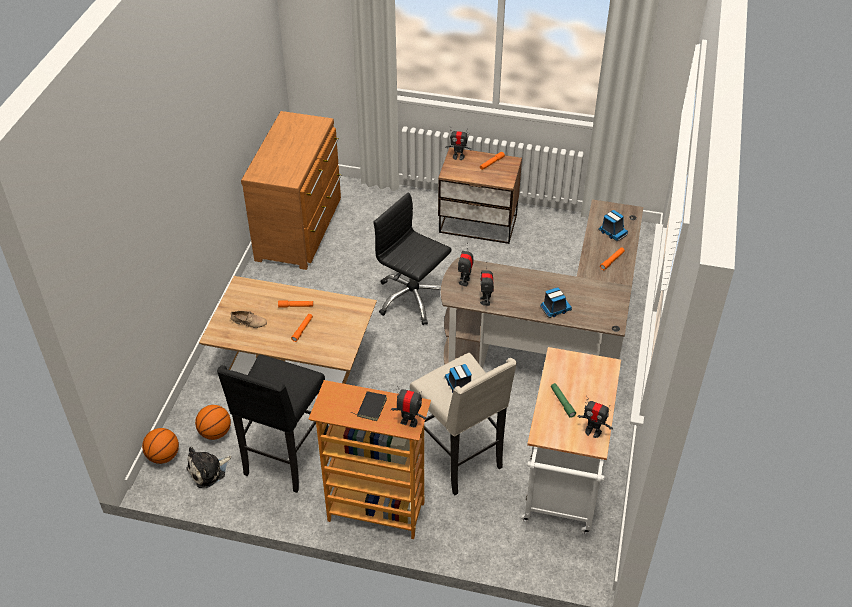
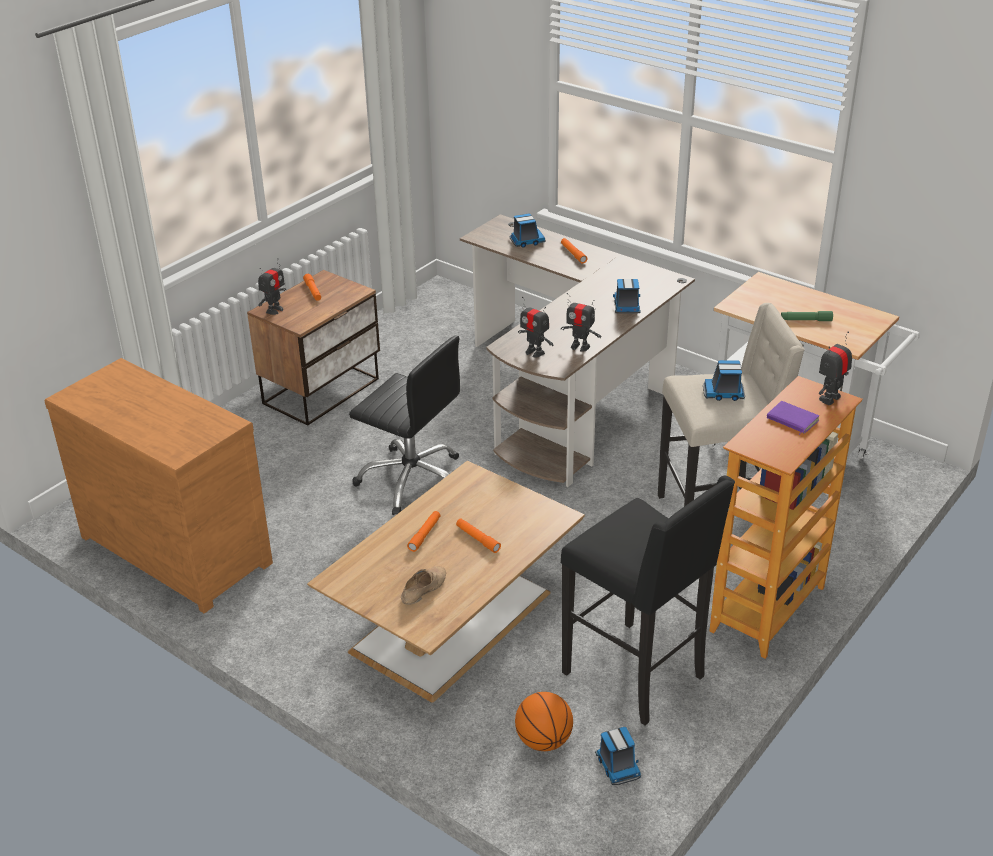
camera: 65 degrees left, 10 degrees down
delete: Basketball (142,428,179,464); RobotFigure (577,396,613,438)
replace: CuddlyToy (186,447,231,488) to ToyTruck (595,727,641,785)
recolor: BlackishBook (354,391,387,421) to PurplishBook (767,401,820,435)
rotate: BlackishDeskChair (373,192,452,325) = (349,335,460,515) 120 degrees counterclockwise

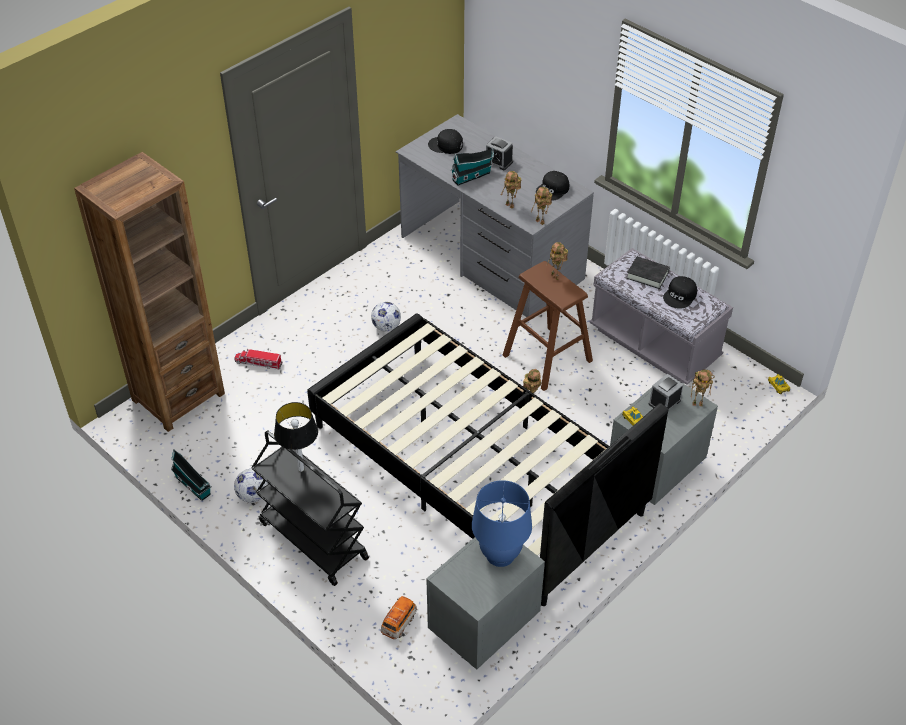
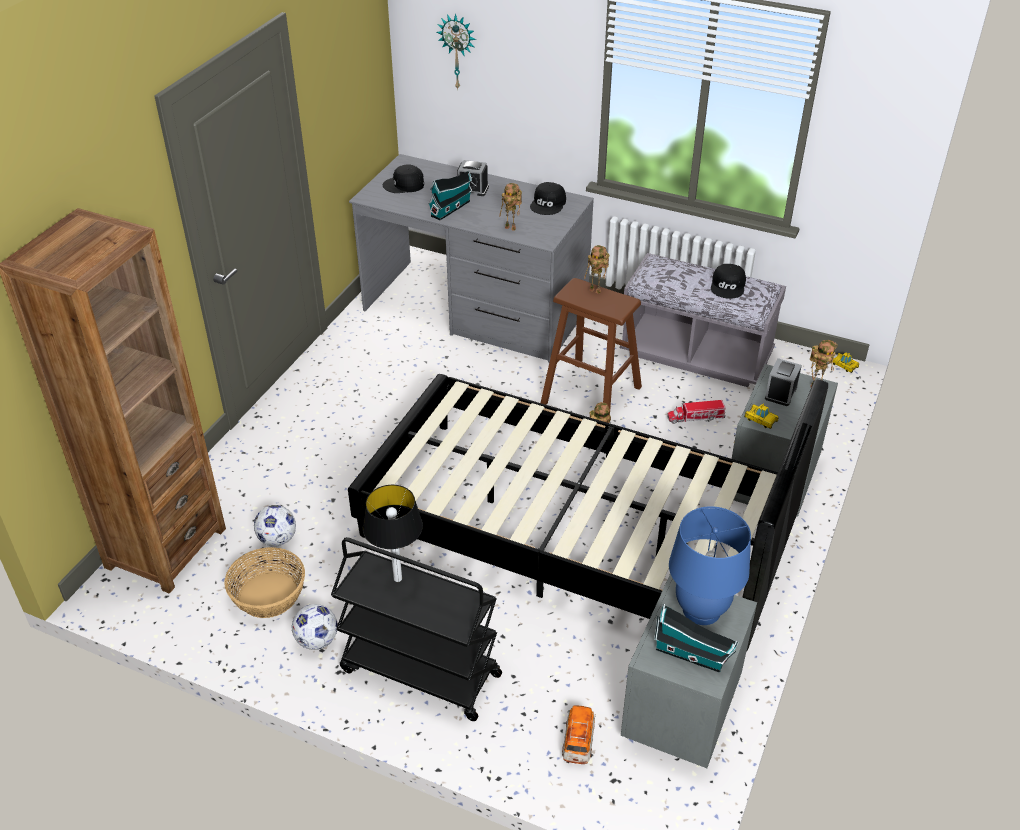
camera: 20 degrees left, 5 degrees down
delete: RobotFigure (531,187,552,225); BlackishBook (626,257,670,289)
insert: Basket (224,547,305,618); WallClock (437,14,476,90)
move: FootballBall (371,302,401,332) to (254,505,296,547); ToyHouse (171,449,212,501) to (654,604,738,673); ToyTruck (234,349,283,370) to (667,400,726,424)

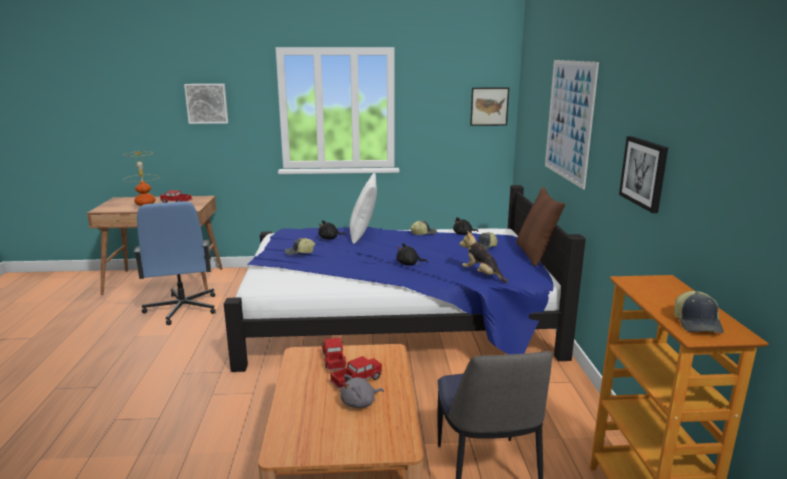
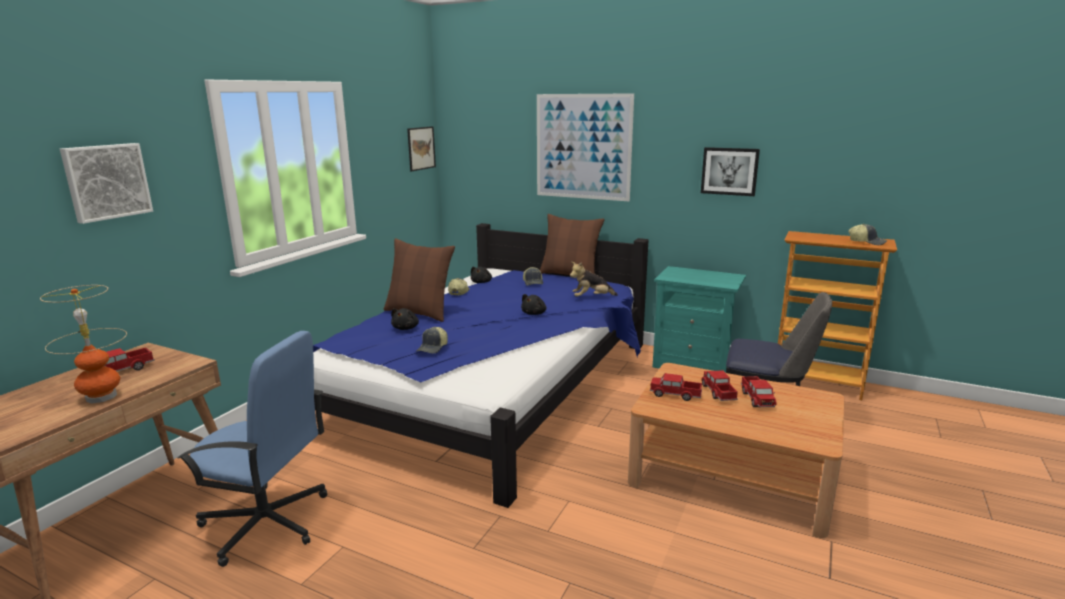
camera: 60 degrees left, 0 degrees up
insert: TurquoiseColouredBedsideTable (653,266,746,373)
replace: GrayCuddlyToy (340,374,384,408) to ToyTruck (741,376,776,407)
recolor: WhiteThrowPillow (350,173,377,244) to BrownishThrowPillow (384,238,455,322)

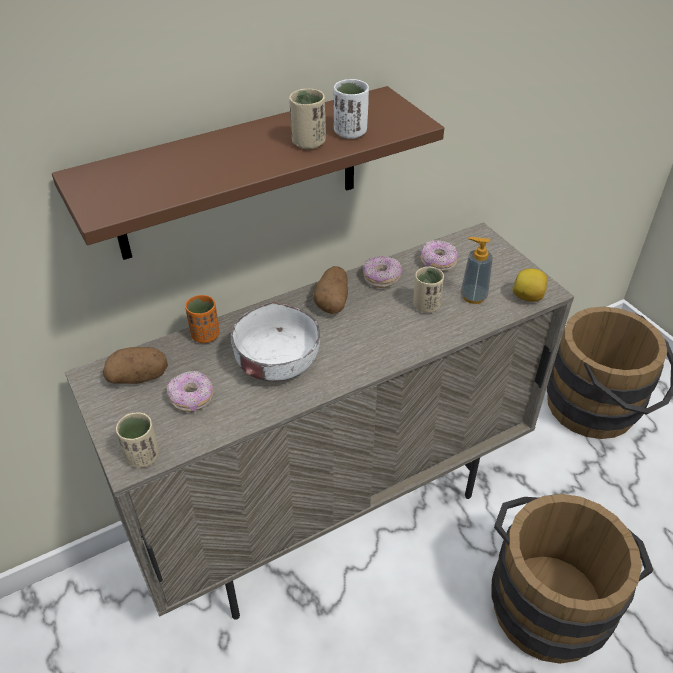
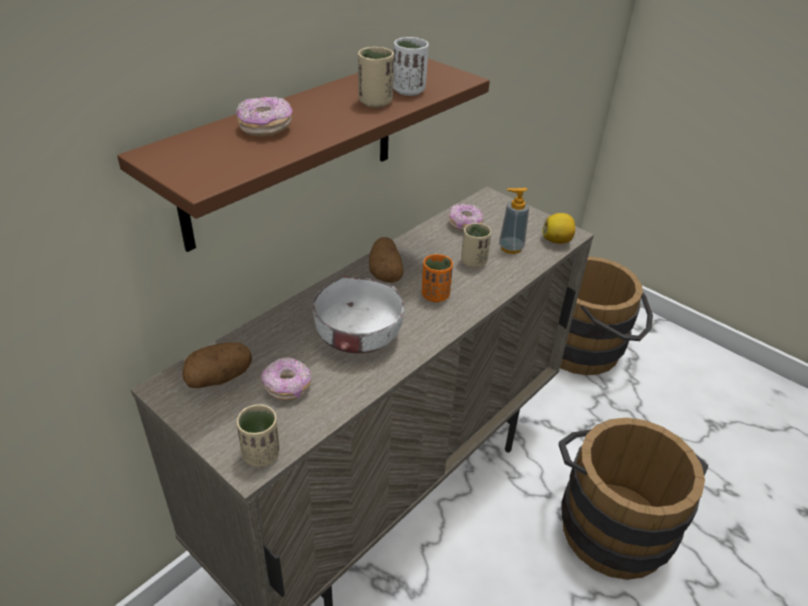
camera: 20 degrees left, 5 degrees down
move: Doughnut (363,256,402,288) to (236,97,293,137); OrangeCup (185,295,220,343) to (422,254,453,302)

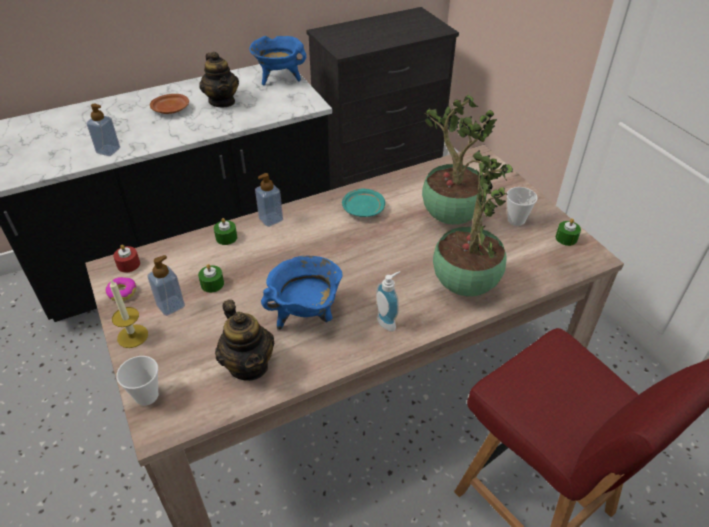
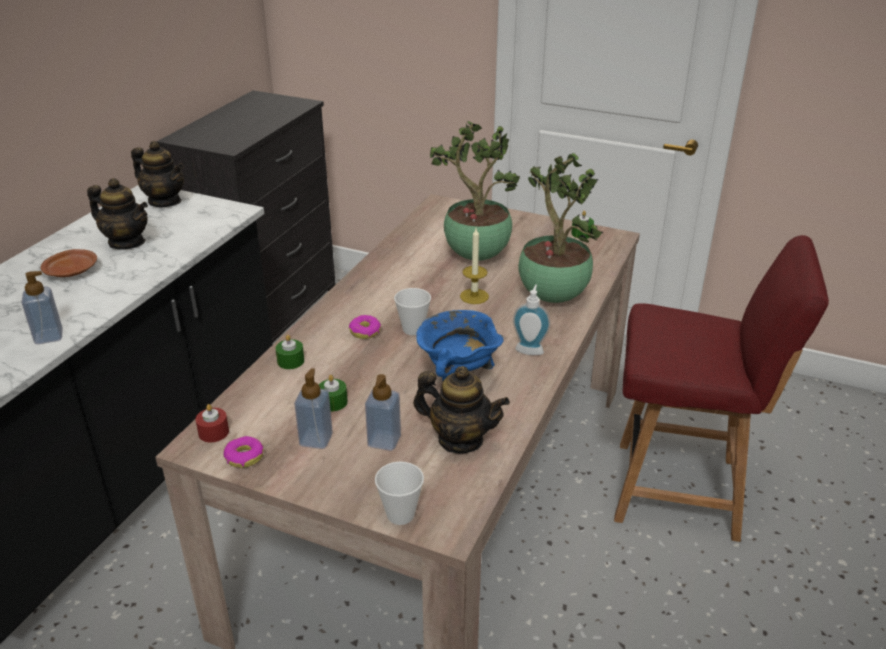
camera: 40 degrees left, 10 degrees down
delete: TurquoiseColouredPlate (342,189,385,217)
insert: Doughnut (349,315,381,339)
move: SoapBottle (255,173,283,227) to (365,374,401,451); Cup (506,187,538,226) to (394,288,431,335); WaxCandle (110,280,148,348) to (460,228,489,304)
replace: BluishSaucepot (249,36,306,85) to Teapot (131,141,184,207)

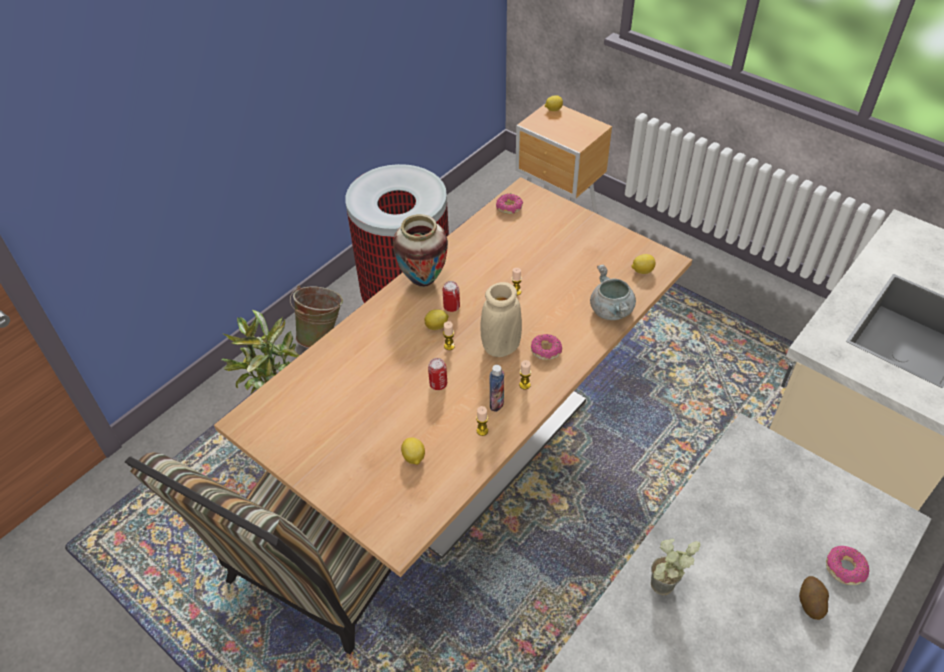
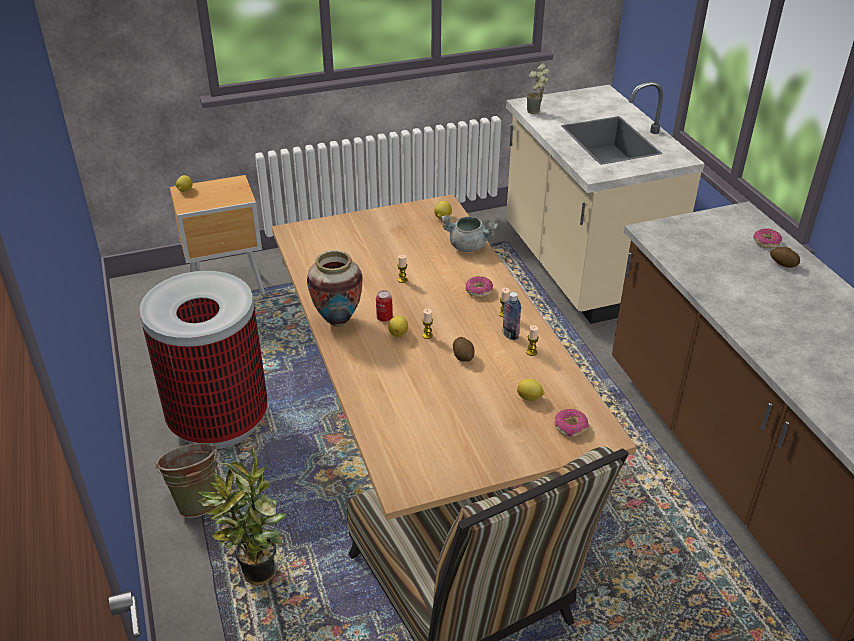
camera: 60 degrees left, 10 degrees down
delete: BeigeColouredDecorativeVase (480,282,522,357)
move: PottedPlant (651,539,701,595) to (526,63,549,114); Doughnut (496,193,523,214) to (555,409,589,437)
replace: Can (428,358,447,390) to WholePotato (453,337,475,362)

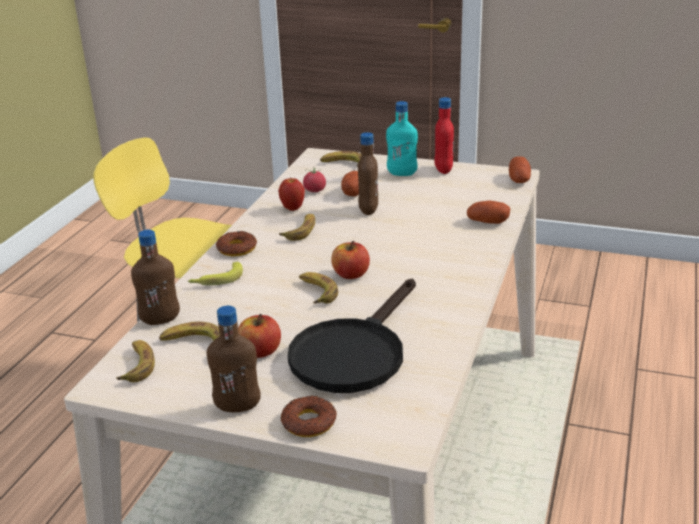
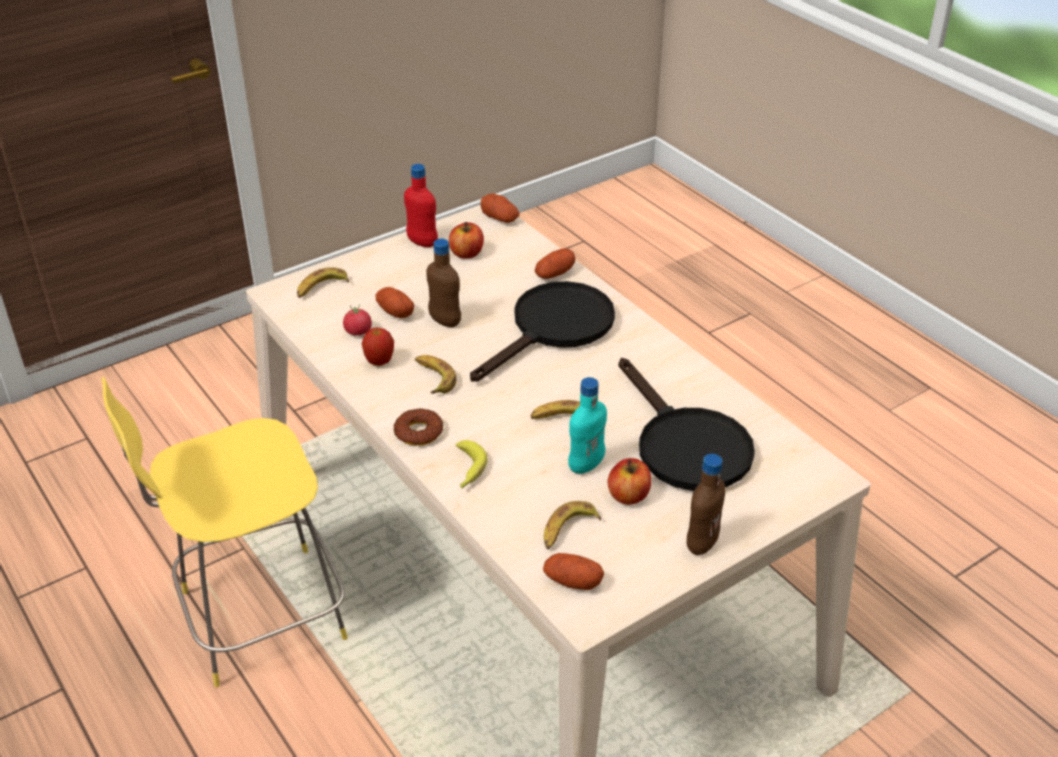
camera: 55 degrees left, 10 degrees up
delete: BrownishBeverageBottle (131,230,180,325); Doughnut (280,396,337,437)
insert: BlackishSkillet (470,281,615,381)
move: AppleFruit (331,241,370,279) to (449,222,484,259); TurquoiseColouredBeverageBottle (386,101,418,176) to (568,377,607,474)
replace: WholeBanana (116,340,155,382) to WholePotato (543,553,604,590)

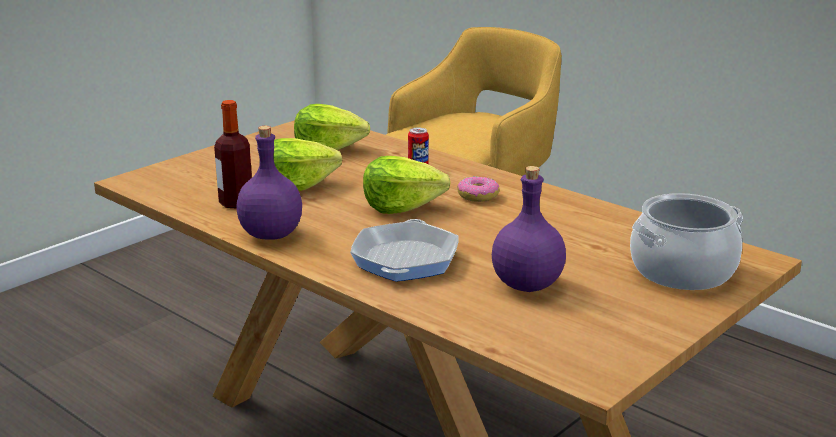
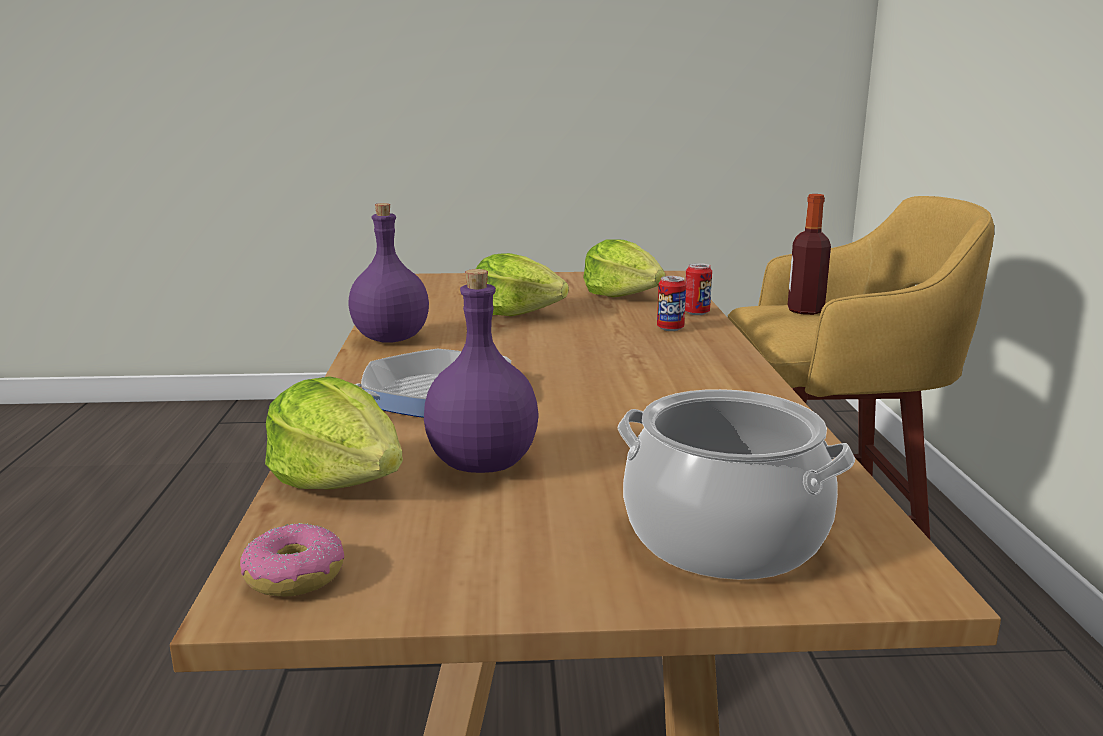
camera: 45 degrees right, 5 degrees down
insert: Can (685,263,712,315)
move: Doughnut (457,176,499,202) to (240,523,344,597); HeadOfLettuce (363,156,451,214) to (265,376,403,489); BeverageBottle (214,100,252,208) to (788,194,831,315)

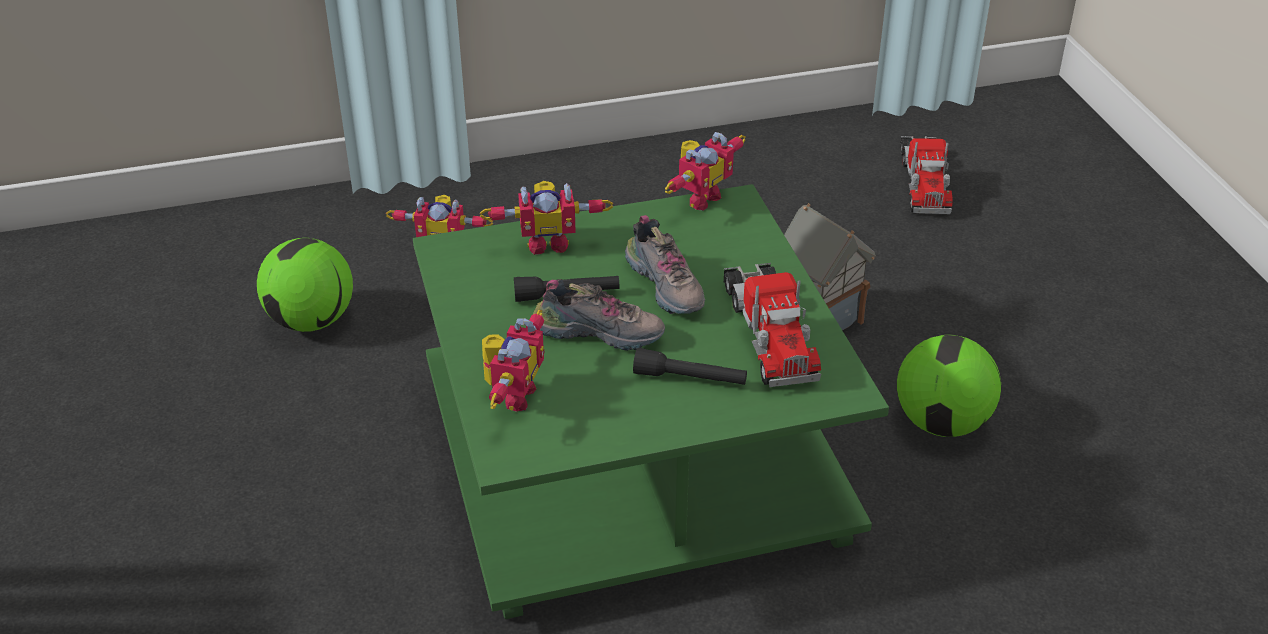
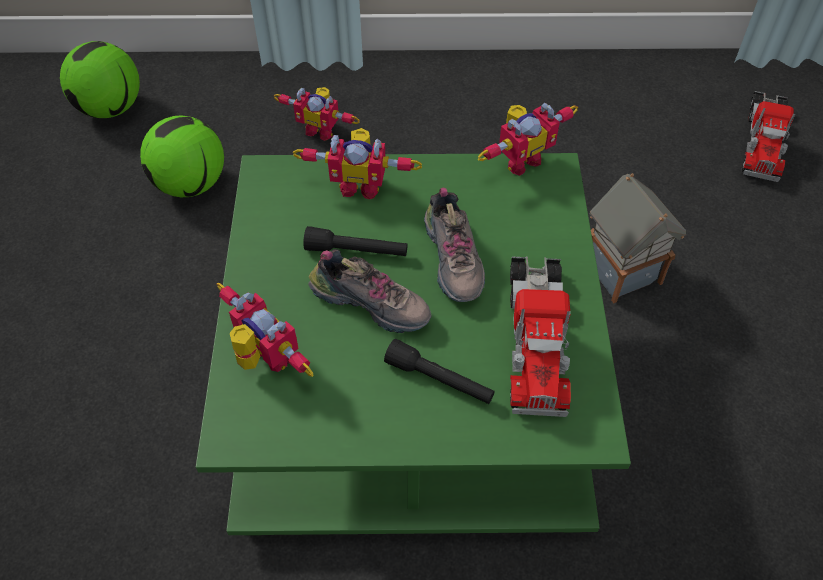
camera: 15 degrees right, 15 degrees up
move: FootballBall (897,335,1001,437) to (60,41,140,118)
rotate: RobotFigure (482,310,544,412) = (217,283,314,377) 75 degrees counterclockwise

